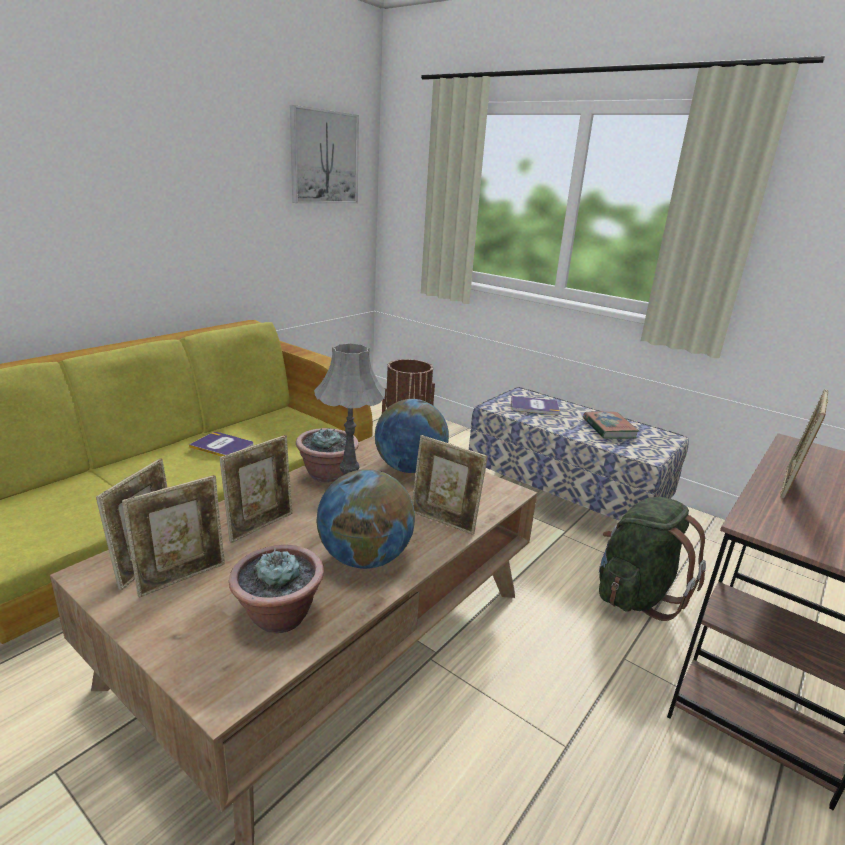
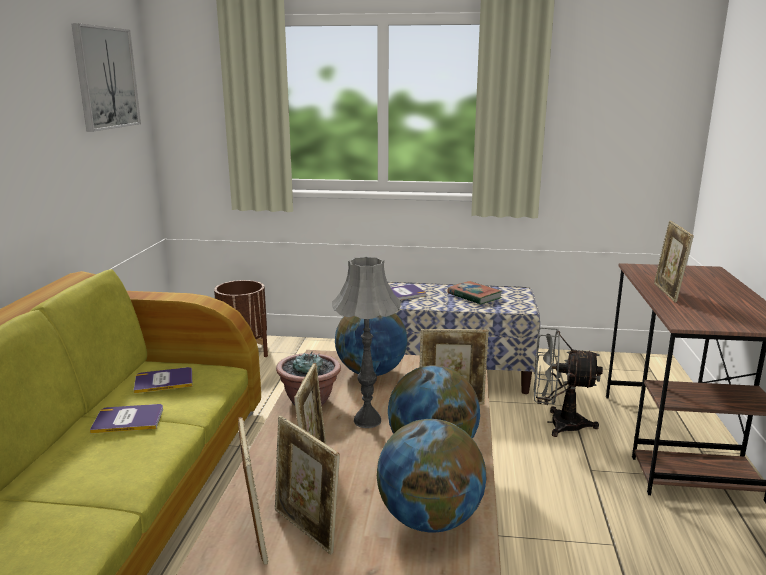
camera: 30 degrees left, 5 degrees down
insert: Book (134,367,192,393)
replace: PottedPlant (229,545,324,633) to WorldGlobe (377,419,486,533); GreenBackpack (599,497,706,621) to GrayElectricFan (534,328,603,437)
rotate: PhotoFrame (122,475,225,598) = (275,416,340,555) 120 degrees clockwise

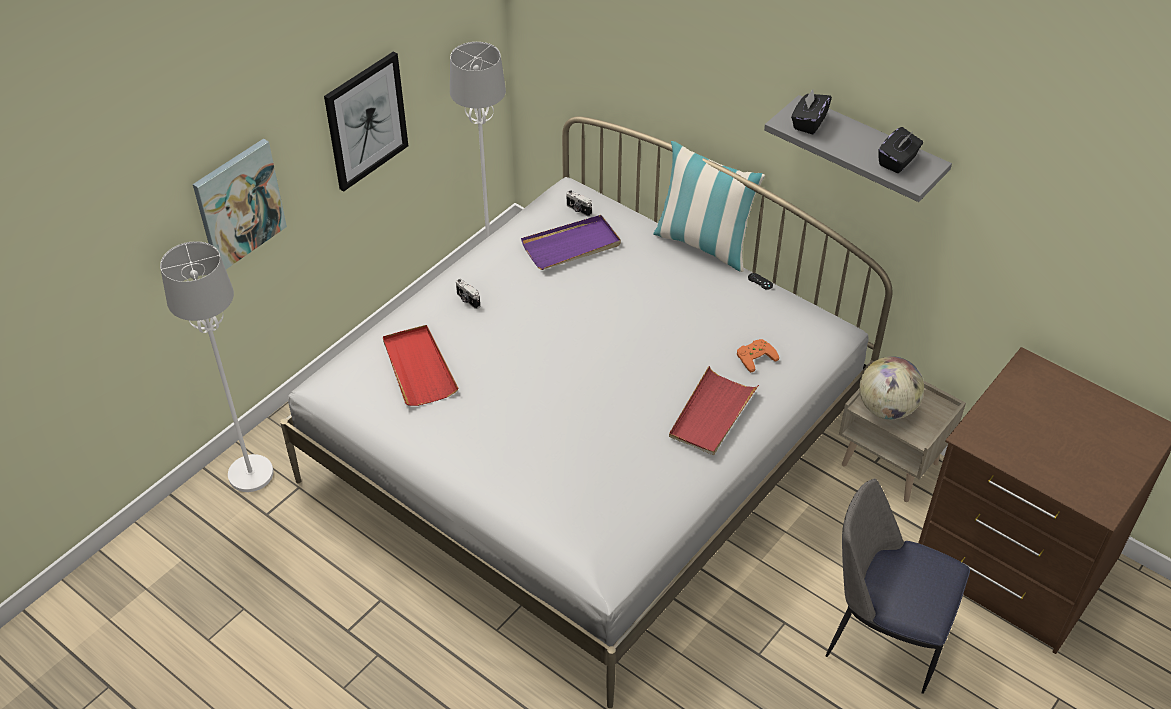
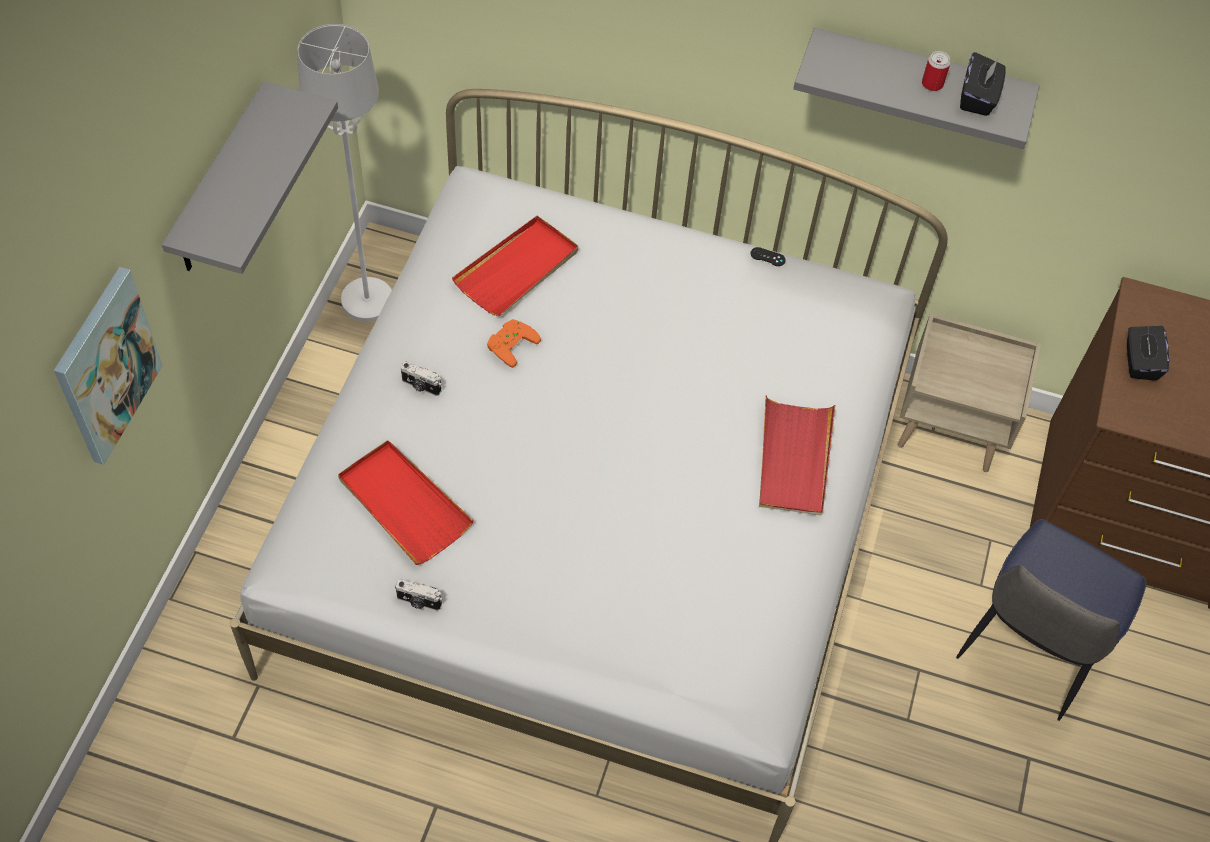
camera: 25 degrees left, 10 degrees up
delete: WhiteStandingLamp (160,241,273,492); ThrowPillow (653,141,765,272); WorldGlobe (859,356,924,420)
insert: Can (922,51,951,91)
move: StillCamera (566,190,592,217) to (395,579,442,611); OrangeGamepad (737,339,779,373) to (487,319,541,368); BlackishBoxOfTissues (791,89,832,134) to (1127,326,1169,381)
replace: WallPicture (324,52,408,191) to GrayWallShelf (162,81,338,274)
recolor: PurplishTray (521,215,621,270) to RedColouredTray (452,216,578,316)
rotate: PlainChair (826,479,970,694) = (956,519,1146,721) 60 degrees counterclockwise

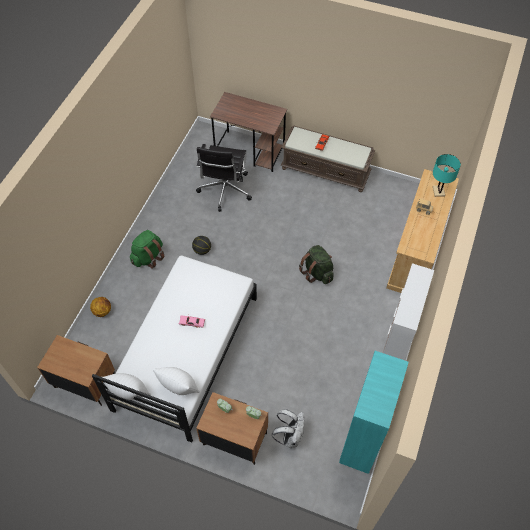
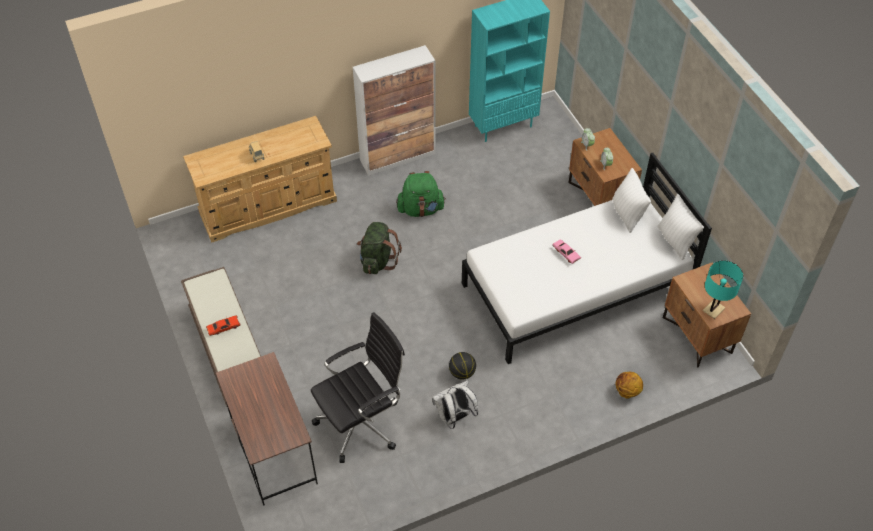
camera: 135 degrees left, 5 degrees down
move: GreenBackpack (130,230,165,269) to (396,171,446,217); WhiteBackpack (272,409,304,448) to (432,380,478,429); TurquoiseColouredTabletopLamp (433,154,461,197) to (703,261,743,319)

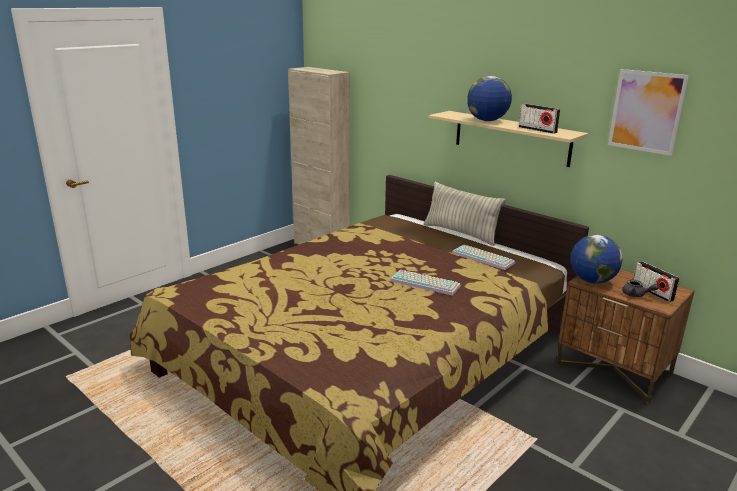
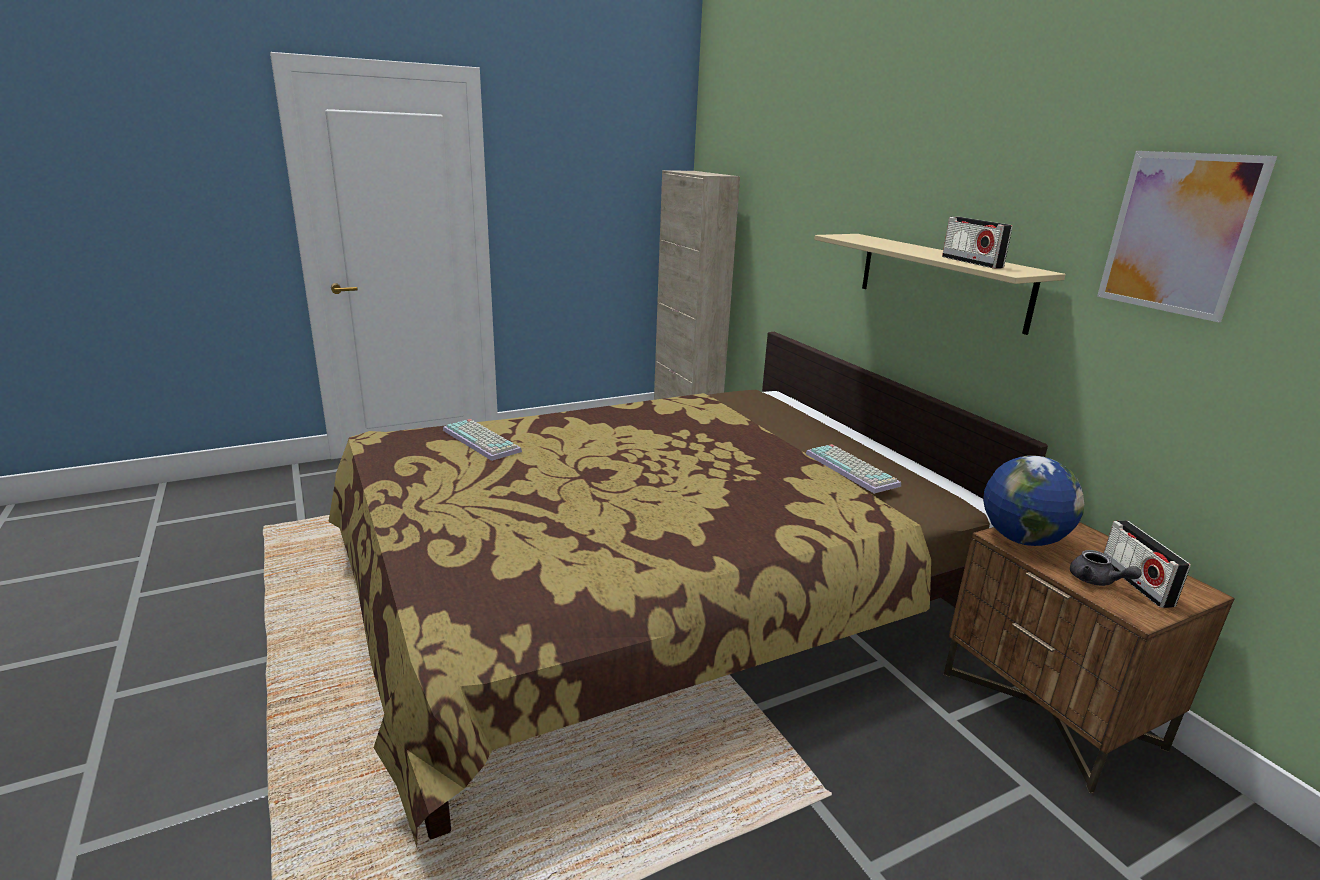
camera: 20 degrees right, 0 degrees up
delete: ThrowPillow (424,182,506,246); WorldGlobe (467,76,512,121)
move: ComputerKeyboard (390,270,461,296) to (443,419,522,461)

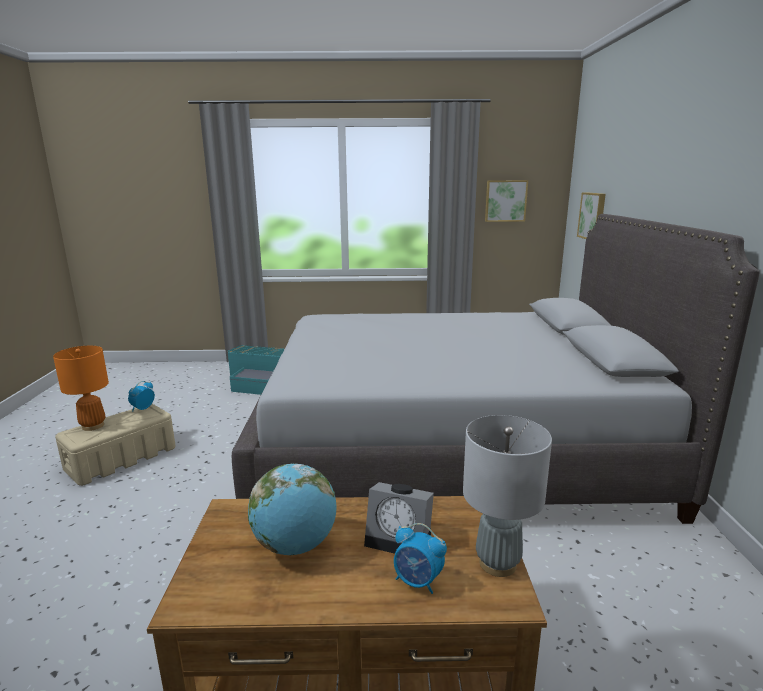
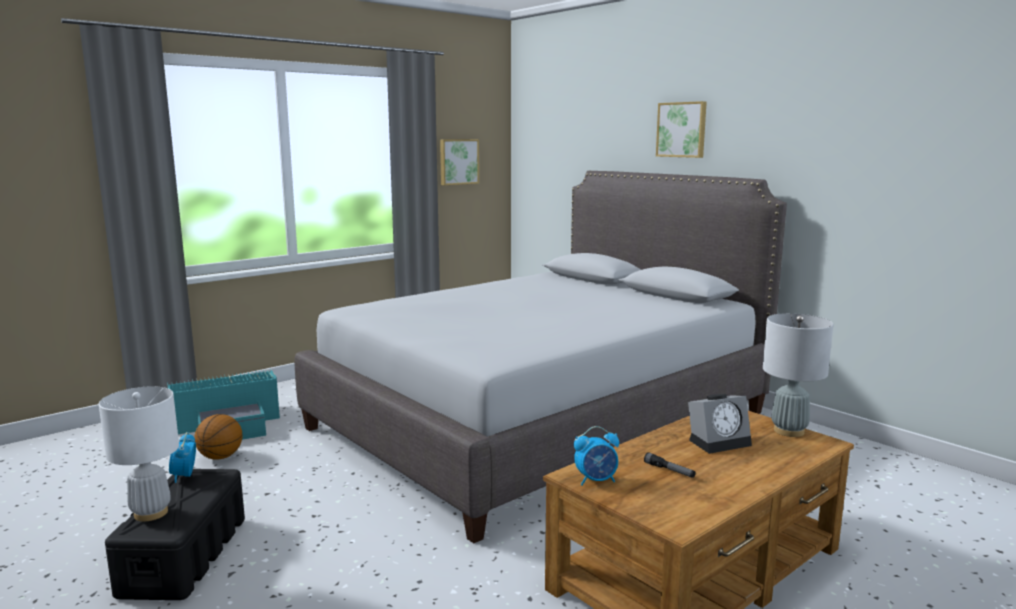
camera: 40 degrees left, 5 degrees down
insert: Basketball (194,414,242,460)
move: BedsideClock (394,523,447,594) to (574,426,619,485); WallPicture (577,192,606,239) to (656,101,707,158)
replace: WorldGlobe (248,463,336,556) to HandTorch (644,452,696,478)
recolor: OrangeTabletopLamp (53,346,109,431) to WhiteTabletopLamp (99,386,179,522); BeigeColouredStorageContainer (55,404,176,486) to BlackishStorageContainer (105,469,245,600)

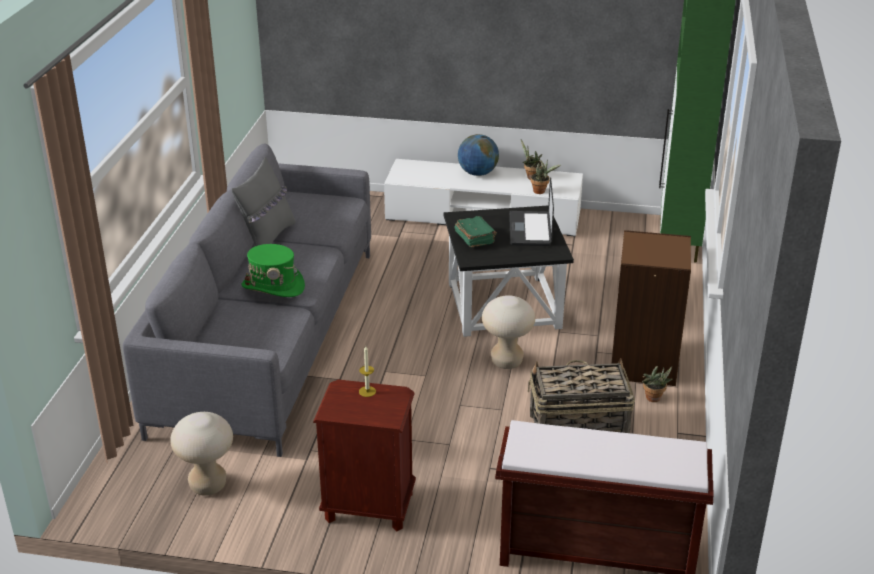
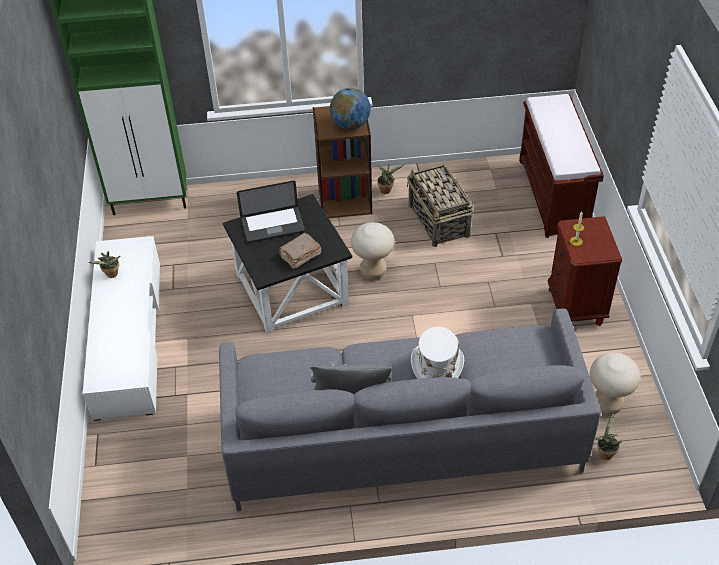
camera: 105 degrees left, 15 degrees up
move: WorldGlobe (458,134,499,176) to (330,88,371,129); PottedPlant (530,159,561,194) to (595,412,622,460)
recolor: GreenBook (454,216,497,247) to BrownishBook (279,233,321,269); GreenWearableHat (242,244,305,297) to WhiteWearableHat (411,327,464,379)

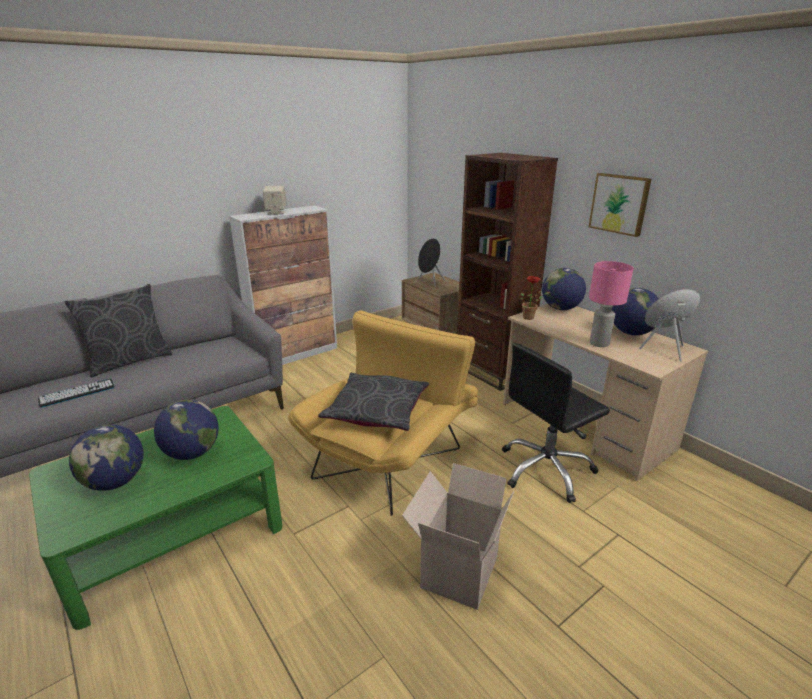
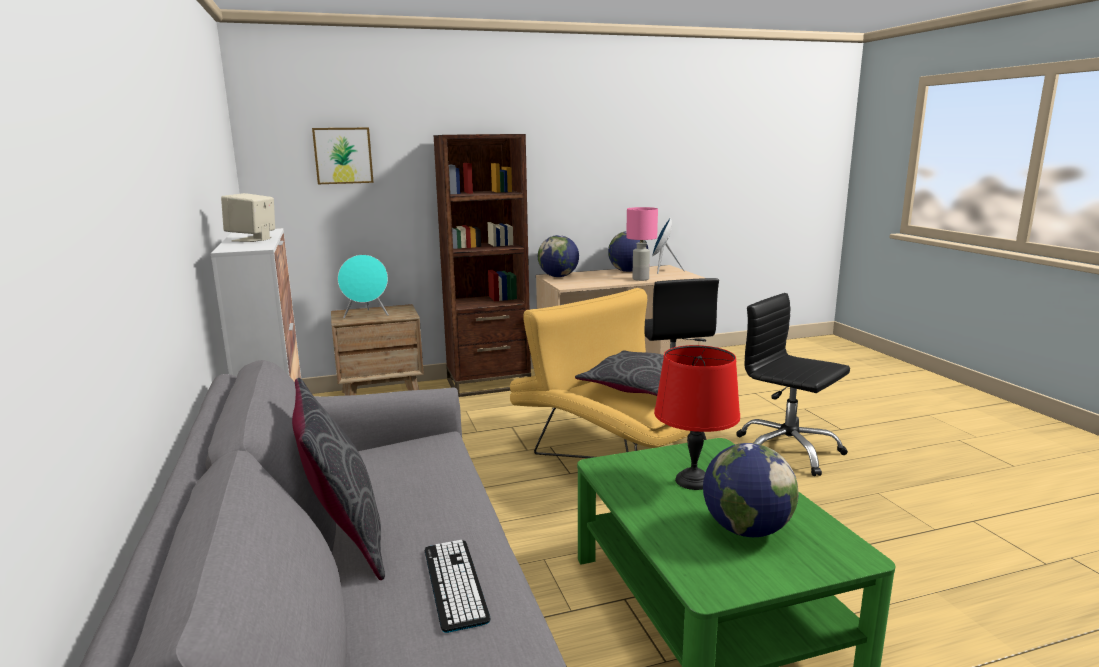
camera: 70 degrees left, 10 degrees down
delete: PottedPlant (520,276,550,320)
move: WallPicture (589,173,651,237) to (312,128,374,184)
replace: WorldGlobe (154,400,219,460) to RedColouredTabletopLamp (654,345,740,490); Carton (402,463,514,610) to BlackishDeskChair (736,293,850,476)
recolor: BlackishAudioSpeaker (418,238,445,288) to TurquoiseColouredAudioSpeaker (338,255,389,318)

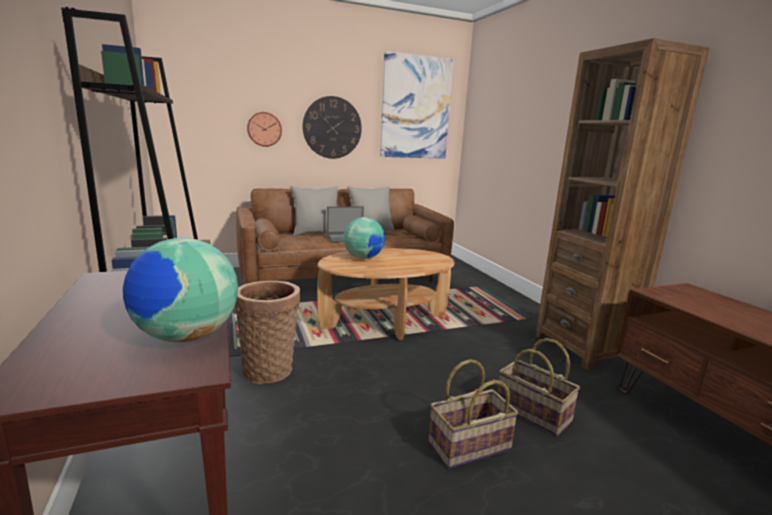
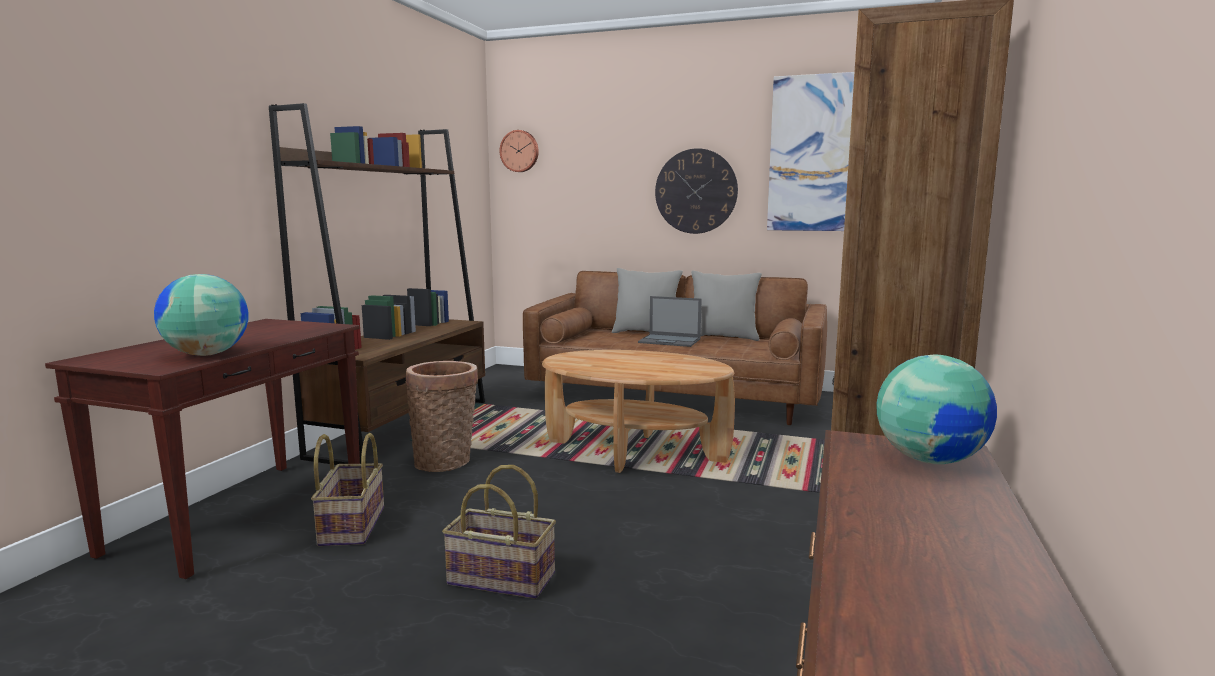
camera: 40 degrees right, 5 degrees down
move: Basket (498,338,580,436) to (311,433,384,546); WallClock (247,112,282,147) to (499,130,539,172); WorldGlobe (343,217,385,259) to (876,355,997,464)

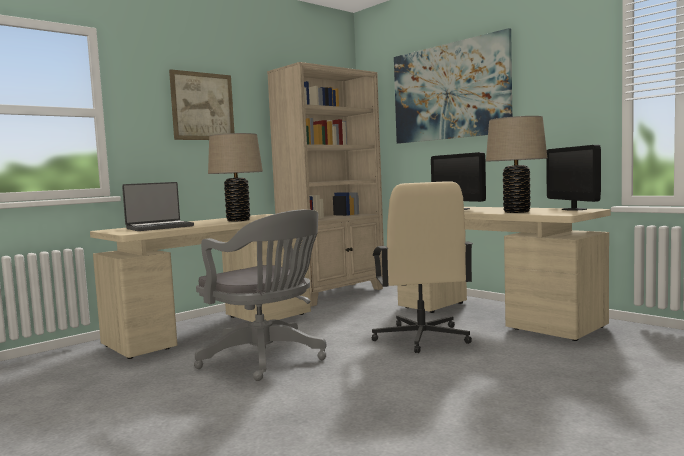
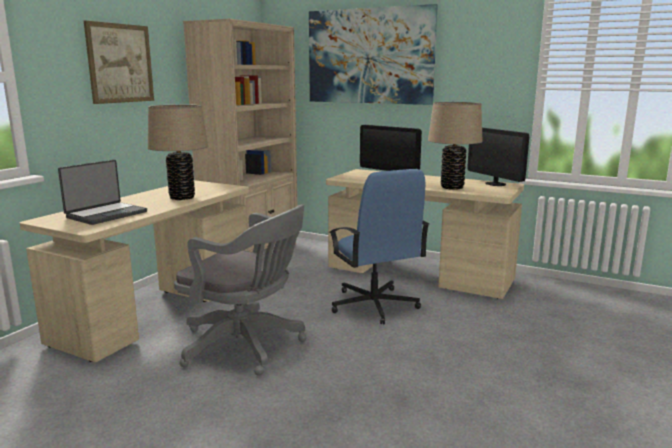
camera: 20 degrees left, 10 degrees up
recolor: BeigeColouredDeskChair (372,181,473,353) to BluishDeskChair (329,169,429,325)

